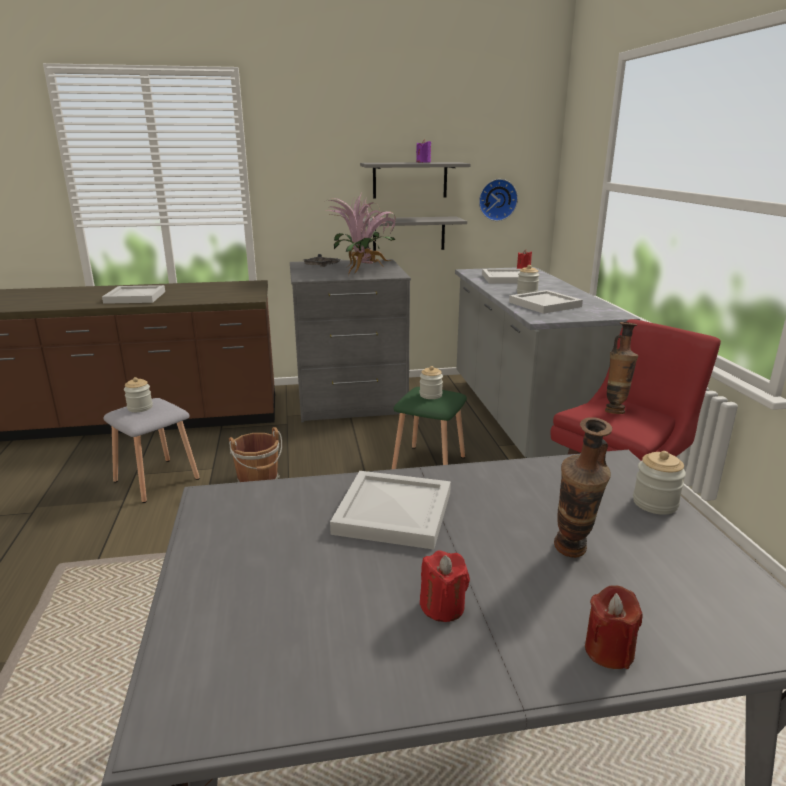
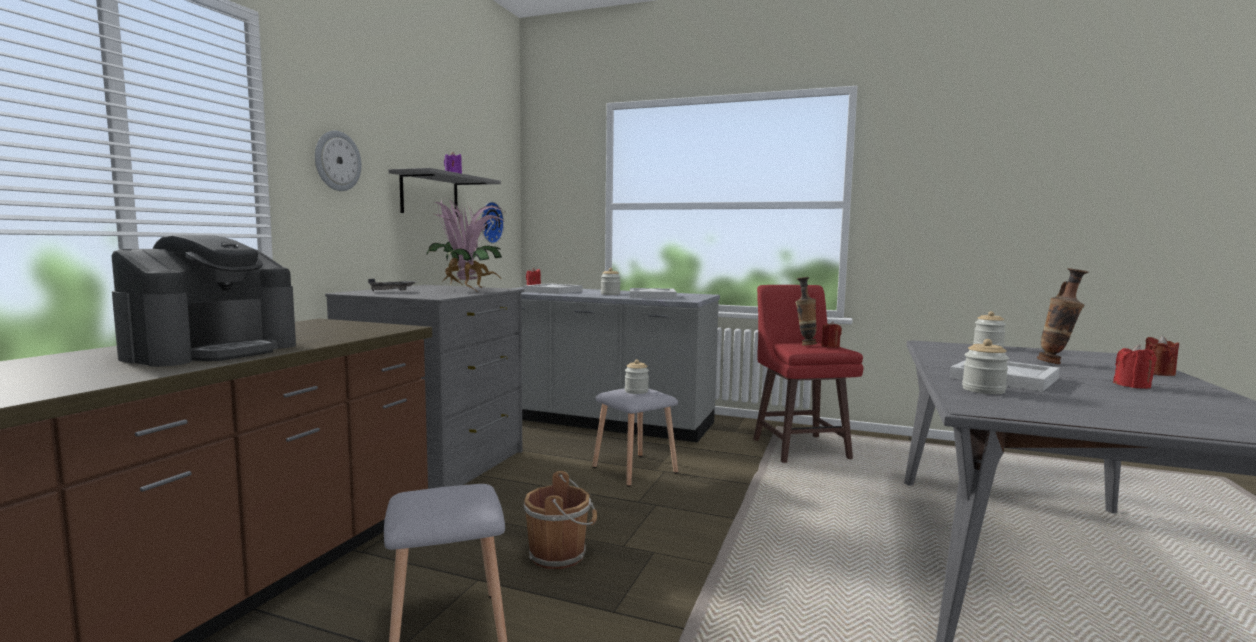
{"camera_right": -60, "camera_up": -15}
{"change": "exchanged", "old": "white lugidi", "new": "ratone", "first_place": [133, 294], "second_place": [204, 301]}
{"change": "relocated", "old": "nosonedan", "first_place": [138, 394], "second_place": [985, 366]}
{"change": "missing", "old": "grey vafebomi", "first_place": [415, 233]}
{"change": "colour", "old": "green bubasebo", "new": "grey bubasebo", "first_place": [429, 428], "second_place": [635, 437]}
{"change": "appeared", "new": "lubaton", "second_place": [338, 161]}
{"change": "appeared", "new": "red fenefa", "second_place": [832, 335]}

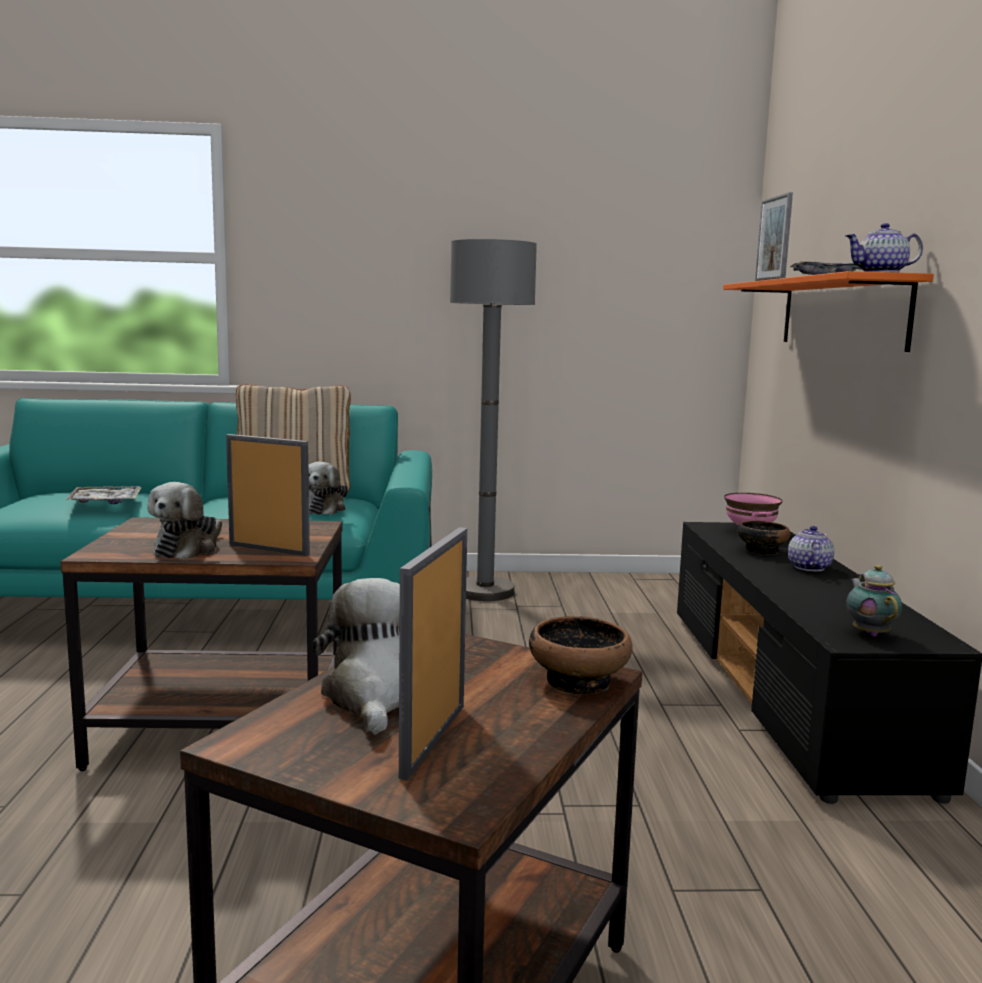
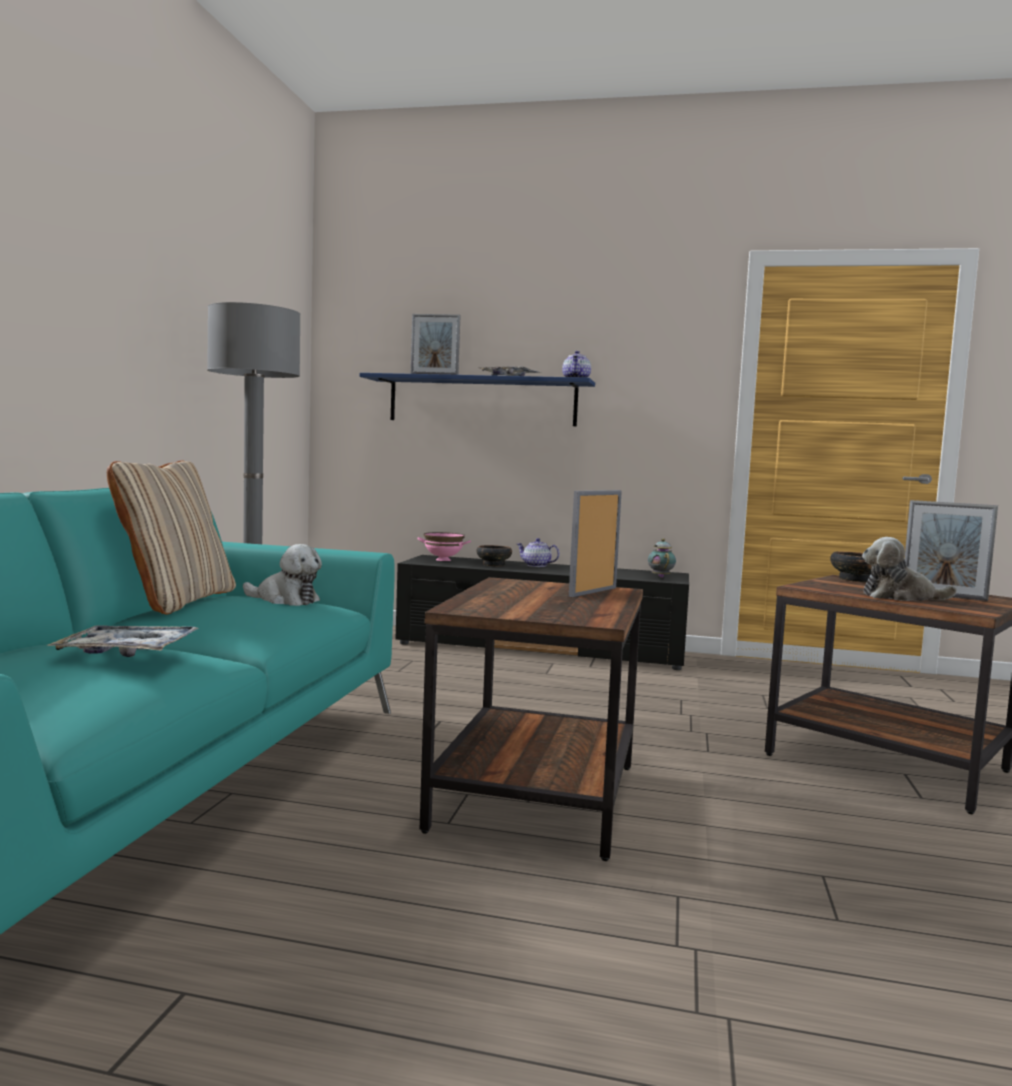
{"camera_right": -75, "camera_up": -5}
{"change": "missing", "old": "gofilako", "first_place": [184, 520]}
{"change": "colour", "old": "orange vafebomi", "new": "blue vafebomi", "first_place": [828, 311], "second_place": [477, 399]}
{"change": "spun", "old": "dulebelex", "first_place": [874, 601], "second_place": [662, 558], "degrees": 75}

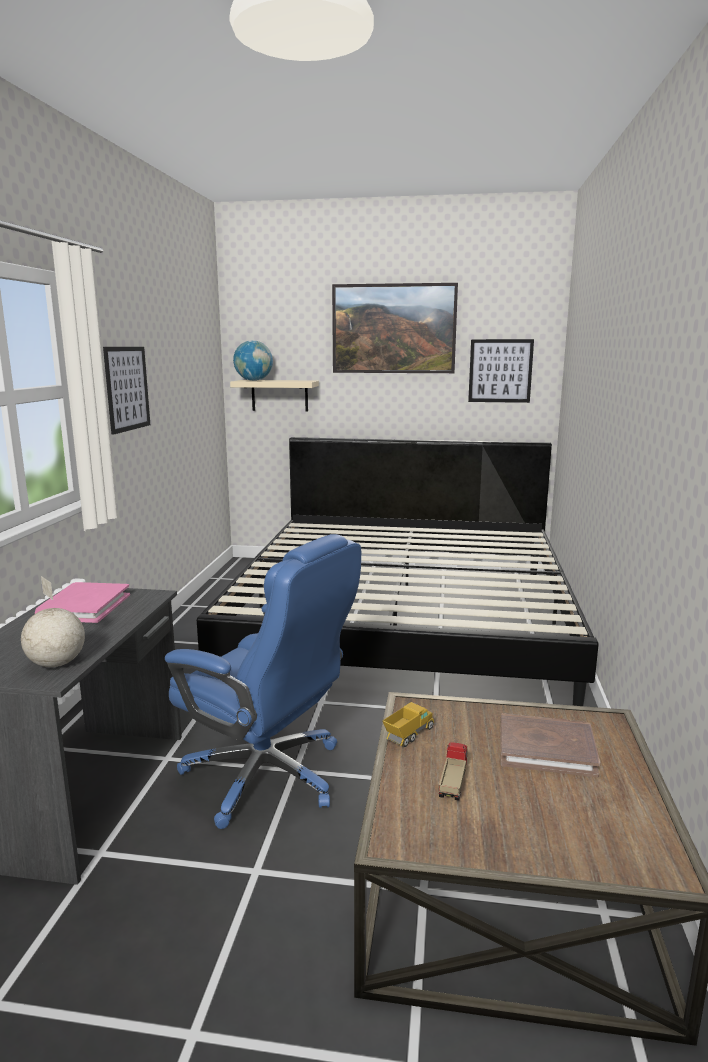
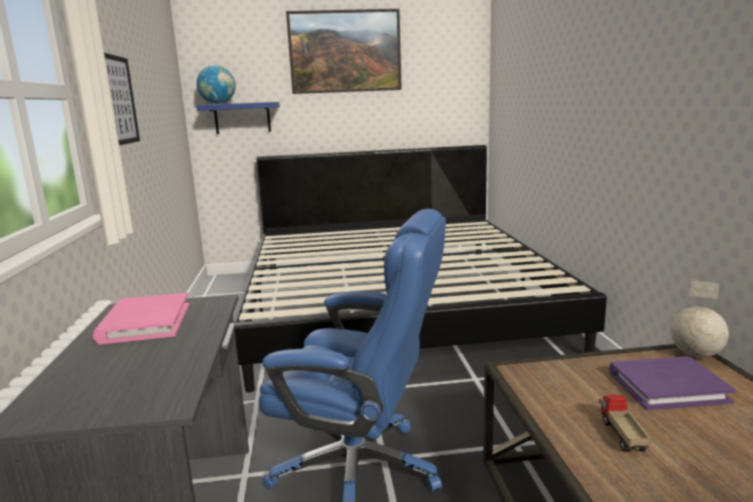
{"camera_right": -15, "camera_up": 0}
{"change": "relocated", "old": "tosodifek", "first_place": [53, 621], "second_place": [699, 318]}
{"change": "colour", "old": "beige vafebomi", "new": "blue vafebomi", "first_place": [274, 395], "second_place": [238, 118]}
{"change": "missing", "old": "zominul", "first_place": [408, 724]}
{"change": "missing", "old": "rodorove", "first_place": [501, 371]}
{"change": "colour", "old": "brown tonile", "new": "purple tonile", "first_place": [550, 745], "second_place": [672, 383]}

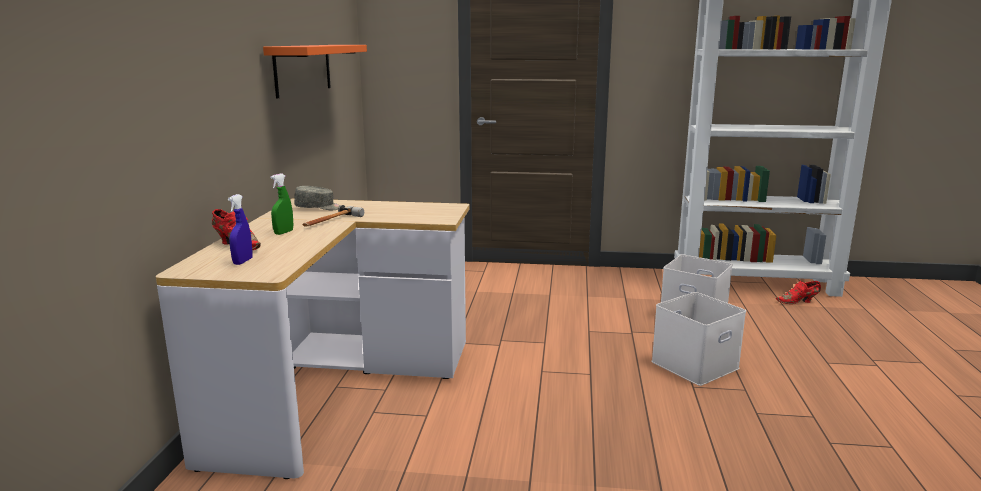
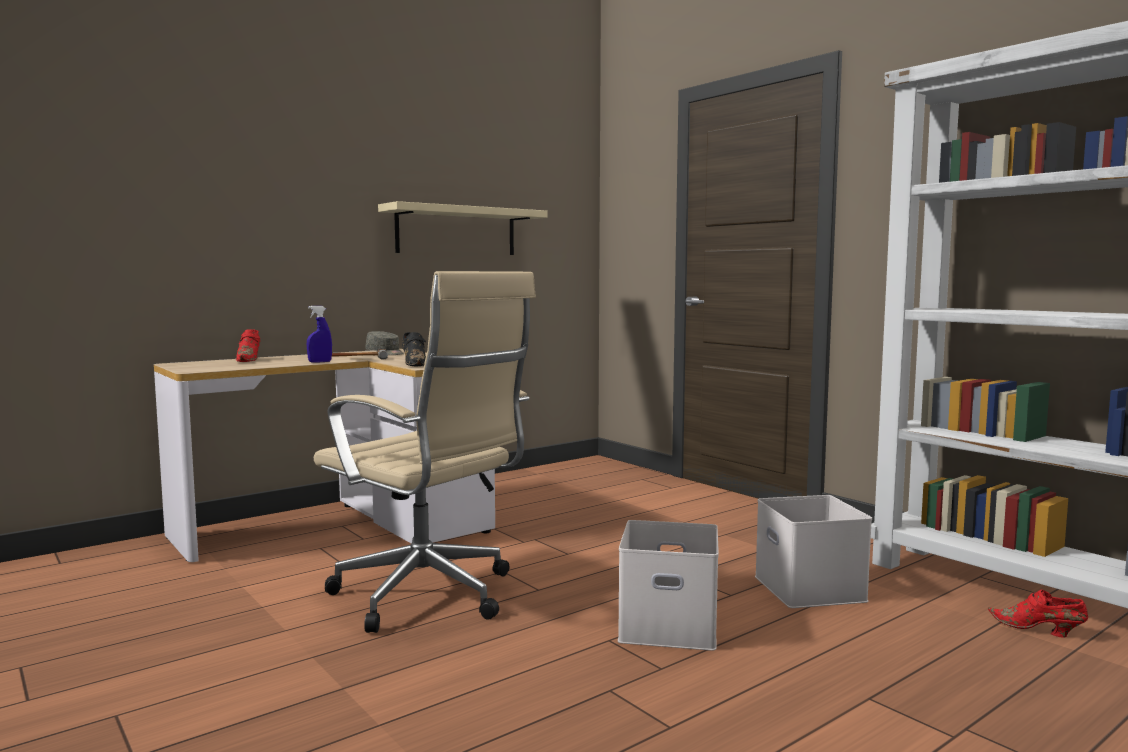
{"camera_right": 45, "camera_up": -10}
{"change": "relocated", "old": "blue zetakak", "first_place": [240, 229], "second_place": [319, 334]}
{"change": "colour", "old": "orange vafebomi", "new": "beige vafebomi", "first_place": [315, 72], "second_place": [463, 228]}
{"change": "missing", "old": "green zetakak", "first_place": [281, 204]}
{"change": "appeared", "new": "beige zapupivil", "second_place": [425, 452]}
{"change": "appeared", "new": "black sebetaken", "second_place": [414, 349]}

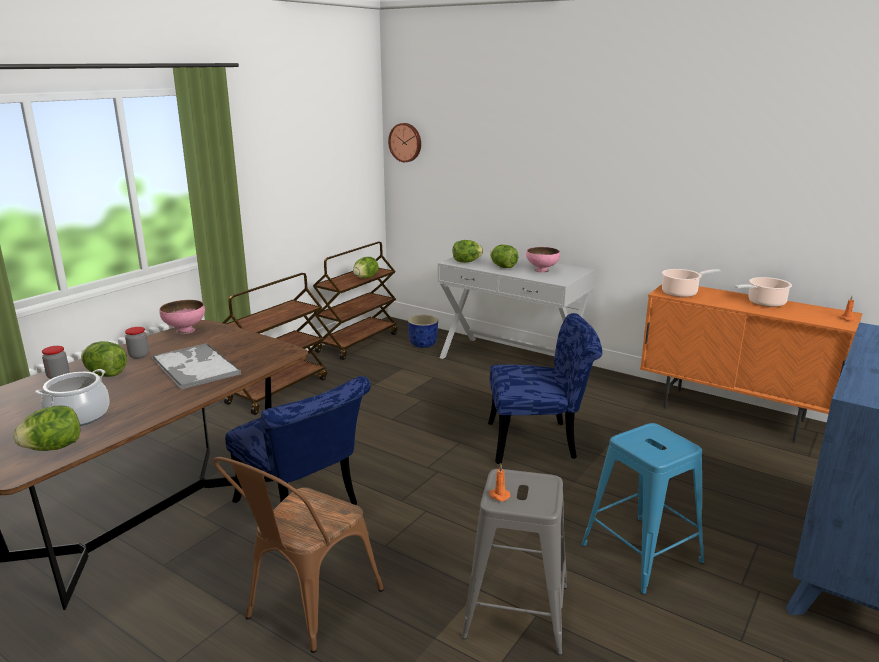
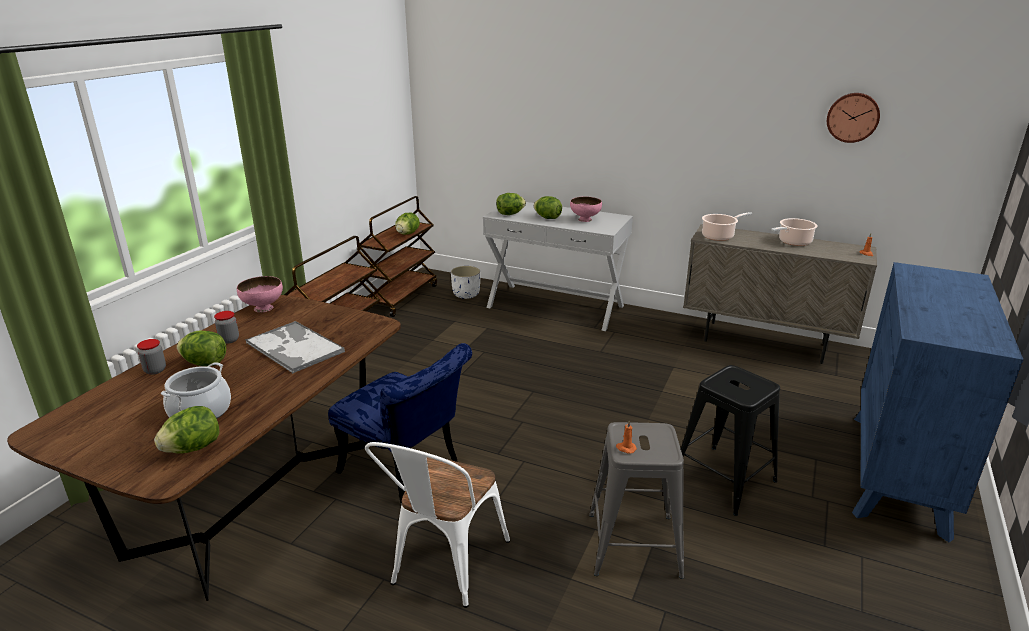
{"camera_right": -10, "camera_up": 5}
{"change": "colour", "old": "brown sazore", "new": "white sazore", "first_place": [298, 555], "second_place": [437, 525]}
{"change": "relocated", "old": "lubaton", "first_place": [404, 142], "second_place": [853, 118]}
{"change": "colour", "old": "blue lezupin", "new": "white lezupin", "first_place": [423, 331], "second_place": [465, 282]}
{"change": "missing", "old": "blue sazore", "first_place": [545, 388]}
{"change": "colour", "old": "blue bubasebo", "new": "black bubasebo", "first_place": [642, 508], "second_place": [730, 440]}
{"change": "colour", "old": "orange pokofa", "new": "beige pokofa", "first_place": [751, 363], "second_place": [780, 294]}

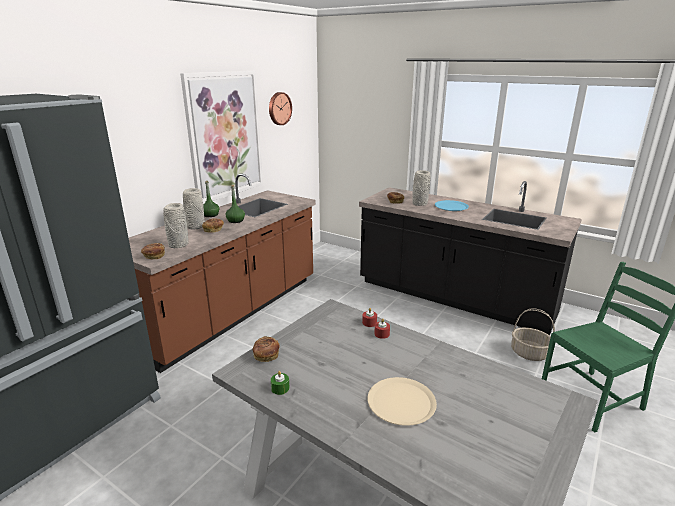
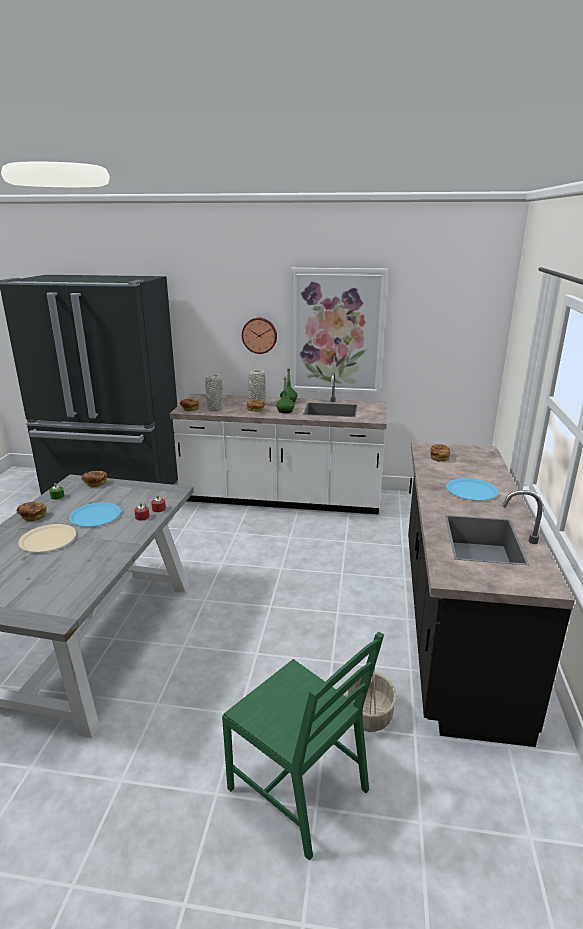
{"camera_right": 65, "camera_up": 0}
{"change": "colour", "old": "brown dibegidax", "new": "white dibegidax", "first_place": [222, 273], "second_place": [278, 443]}
{"change": "relocated", "old": "lubaton", "first_place": [280, 108], "second_place": [259, 336]}
{"change": "missing", "old": "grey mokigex", "first_place": [421, 188]}
{"change": "appeared", "new": "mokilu", "second_place": [32, 512]}
{"change": "appeared", "new": "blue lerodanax", "second_place": [95, 514]}

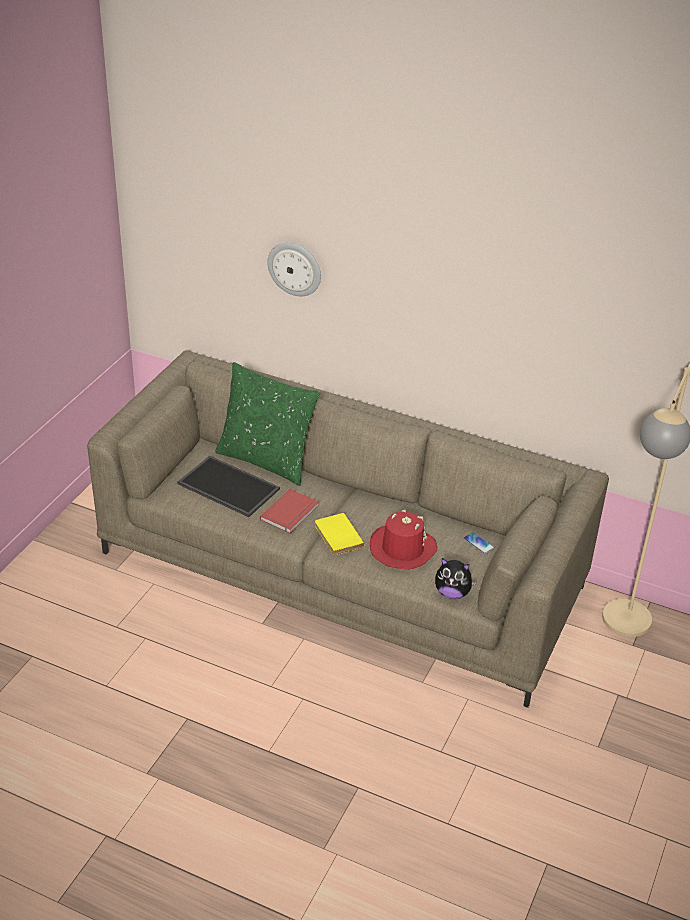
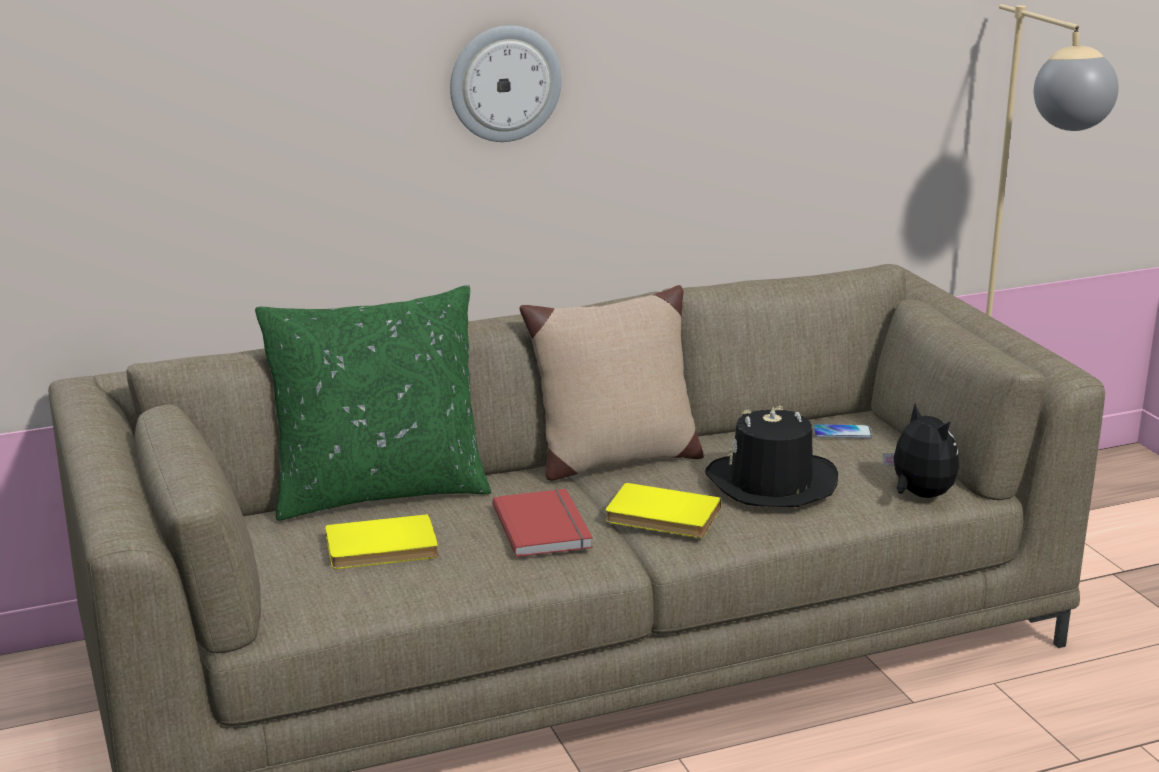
{"camera_right": -45, "camera_up": -15}
{"change": "exchanged", "old": "lugidi", "new": "yellow tonile", "first_place": [228, 486], "second_place": [382, 541]}
{"change": "relocated", "old": "lubaton", "first_place": [294, 269], "second_place": [506, 83]}
{"change": "colour", "old": "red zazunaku", "new": "black zazunaku", "first_place": [403, 540], "second_place": [771, 456]}
{"change": "spun", "old": "gofilako", "first_place": [456, 578], "second_place": [921, 450], "degrees": -90}
{"change": "appeared", "new": "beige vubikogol", "second_place": [611, 383]}

